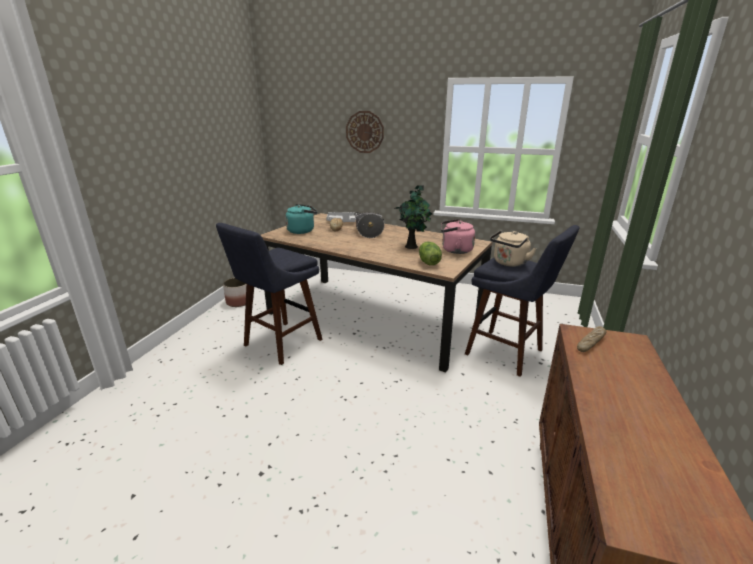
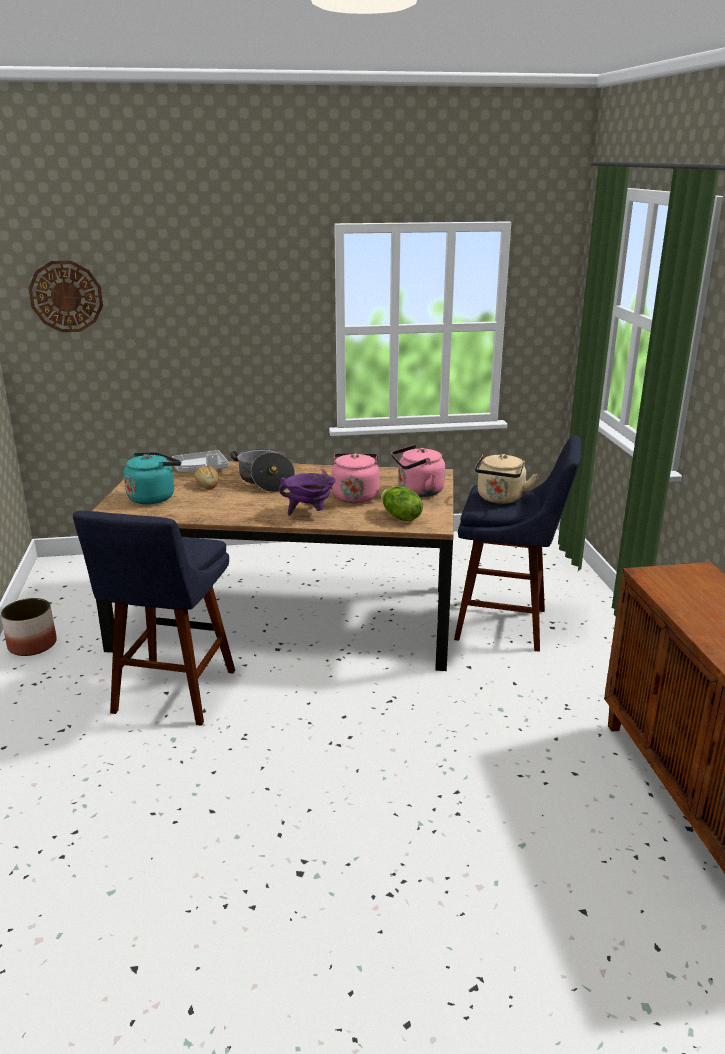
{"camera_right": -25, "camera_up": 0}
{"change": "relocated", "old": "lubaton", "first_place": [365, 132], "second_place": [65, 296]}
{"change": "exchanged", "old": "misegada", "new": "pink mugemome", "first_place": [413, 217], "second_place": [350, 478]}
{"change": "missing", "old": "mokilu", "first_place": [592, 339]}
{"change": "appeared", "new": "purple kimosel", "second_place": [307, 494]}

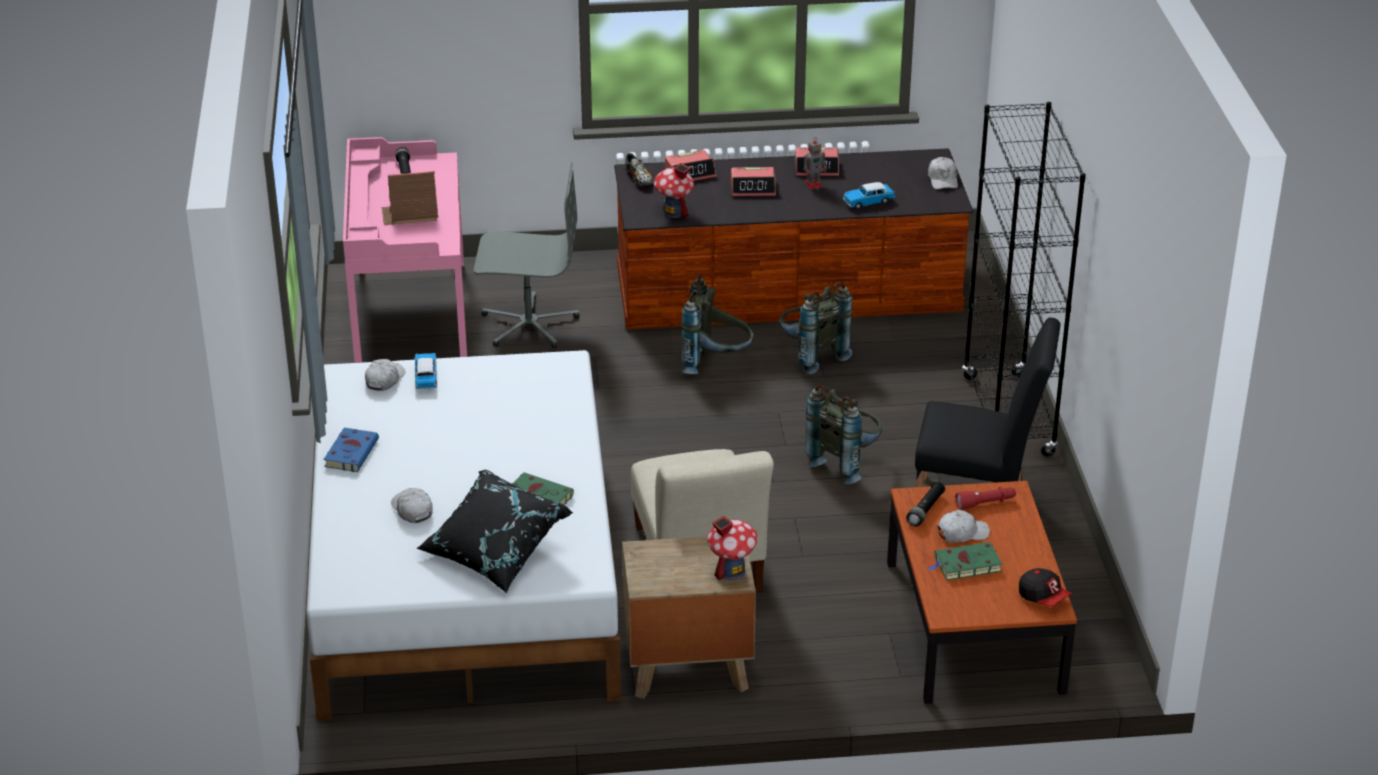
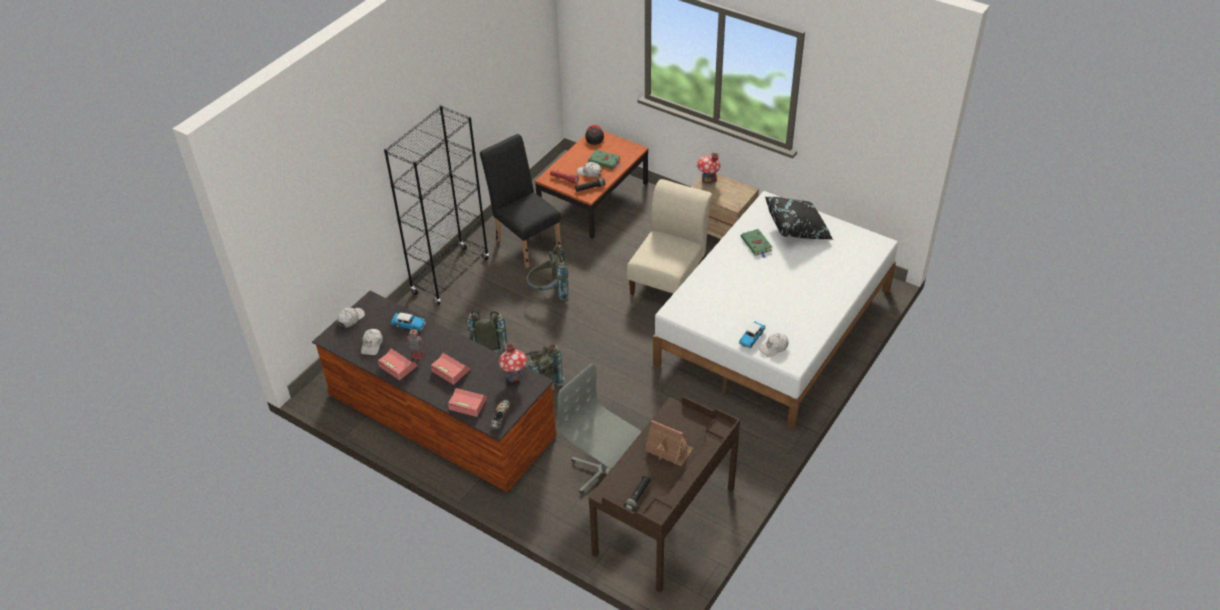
{"camera_right": -140, "camera_up": 10}
{"change": "missing", "old": "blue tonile", "first_place": [351, 450]}
{"change": "colour", "old": "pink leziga", "new": "brown leziga", "first_place": [405, 250], "second_place": [664, 494]}
{"change": "relocated", "old": "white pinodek", "first_place": [411, 505], "second_place": [372, 342]}

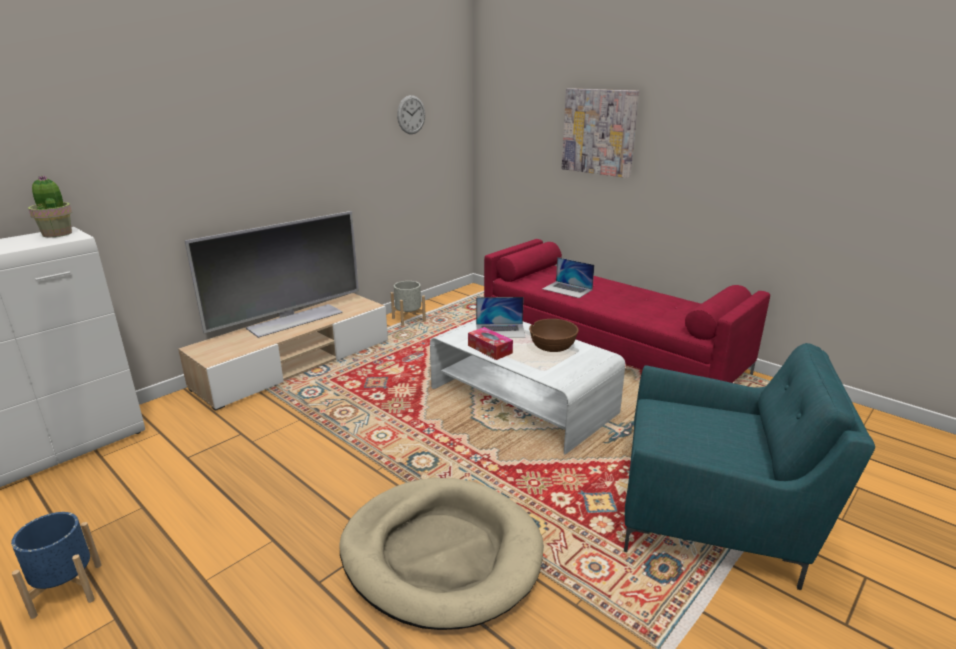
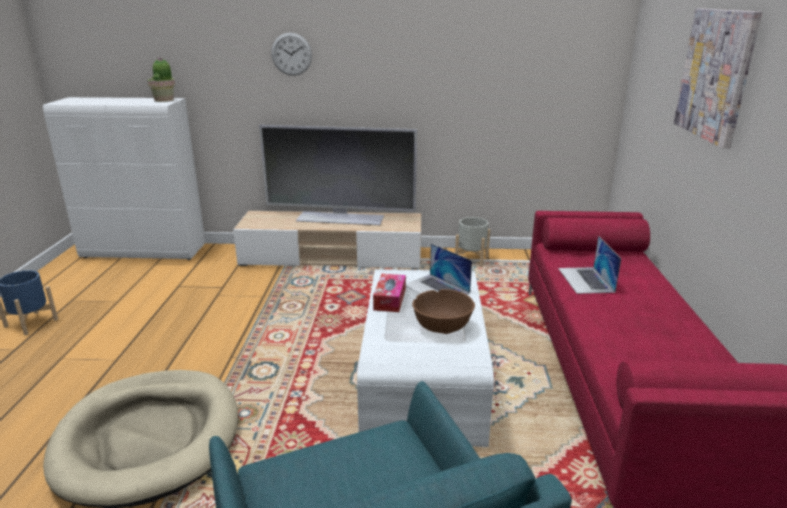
{"camera_right": 50, "camera_up": 0}
{"change": "relocated", "old": "lubaton", "first_place": [411, 114], "second_place": [291, 54]}

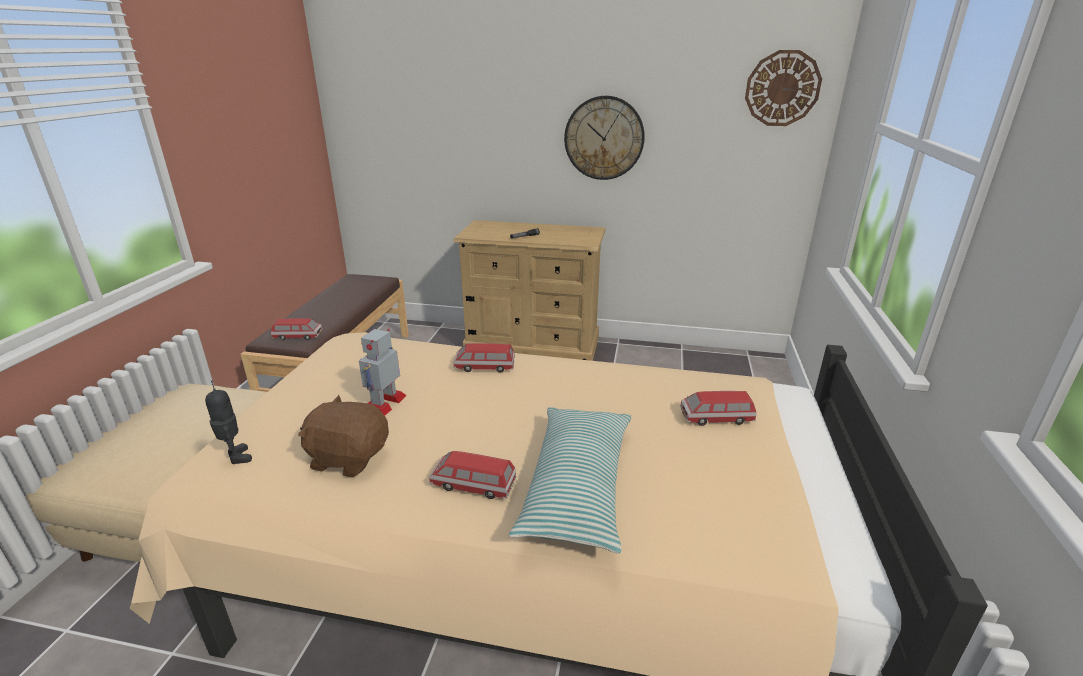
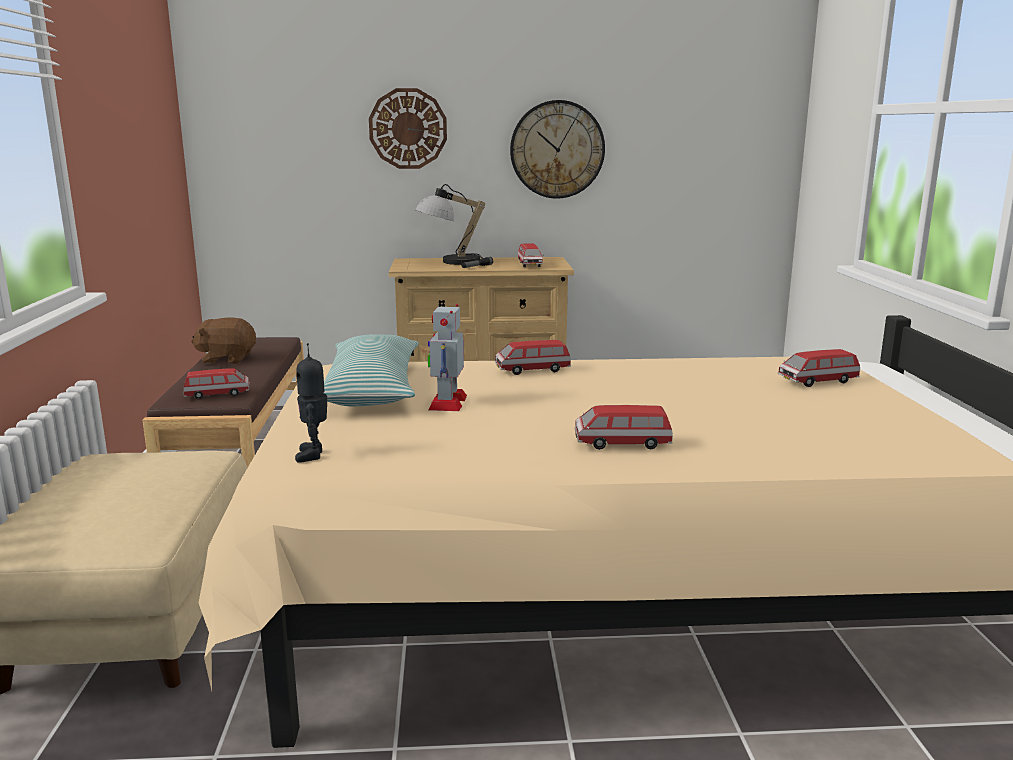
{"camera_right": -15, "camera_up": -10}
{"change": "spun", "old": "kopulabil", "first_place": [228, 422], "second_place": [311, 403], "degrees": -135}
{"change": "relocated", "old": "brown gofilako", "first_place": [343, 436], "second_place": [223, 340]}
{"change": "relocated", "old": "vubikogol", "first_place": [570, 480], "second_place": [371, 370]}
{"change": "relocated", "old": "lubaton", "first_place": [783, 88], "second_place": [408, 128]}
{"change": "appeared", "new": "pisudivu", "second_place": [450, 224]}
{"change": "appeared", "new": "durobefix", "second_place": [531, 255]}

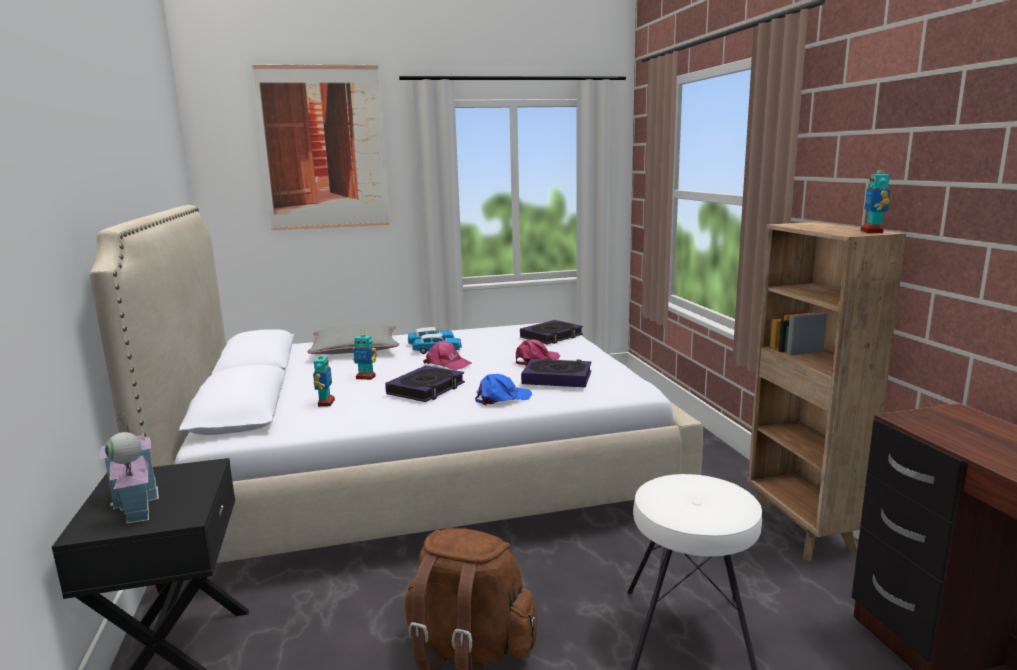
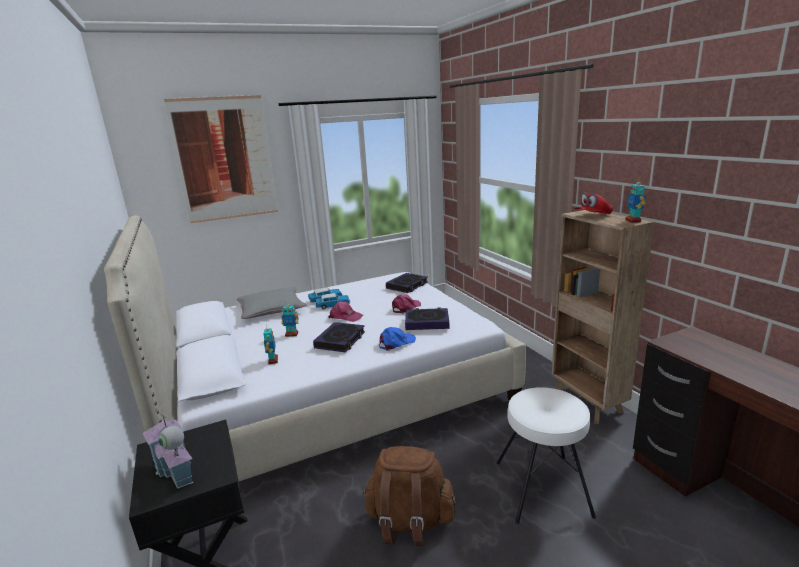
{"camera_right": -10, "camera_up": 5}
{"change": "appeared", "new": "red pinodek", "second_place": [593, 203]}

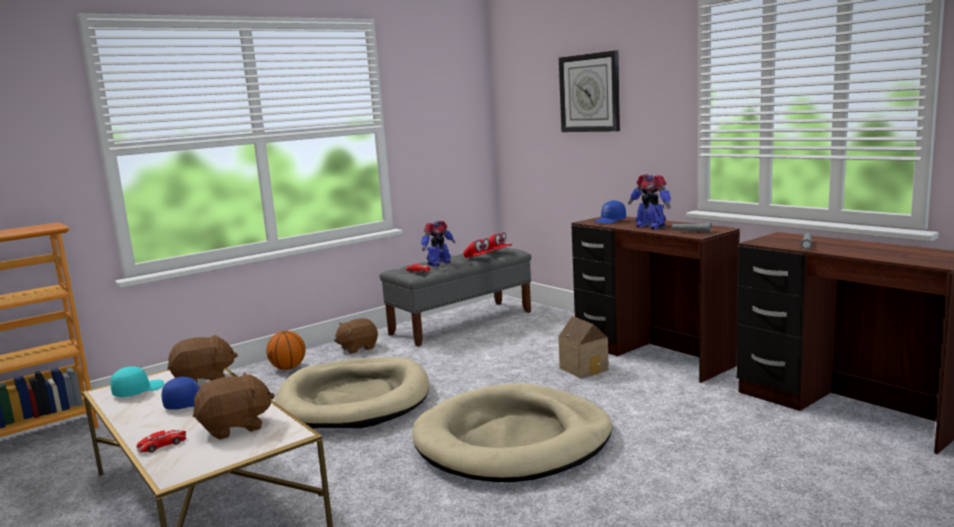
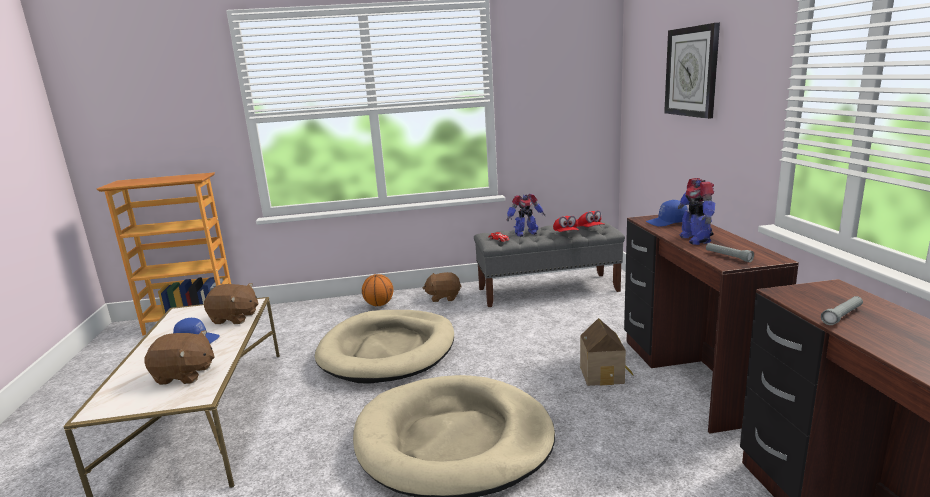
{"camera_right": 30, "camera_up": 5}
{"change": "missing", "old": "turquoise pinodek", "first_place": [137, 381]}
{"change": "missing", "old": "durobefix", "first_place": [161, 441]}

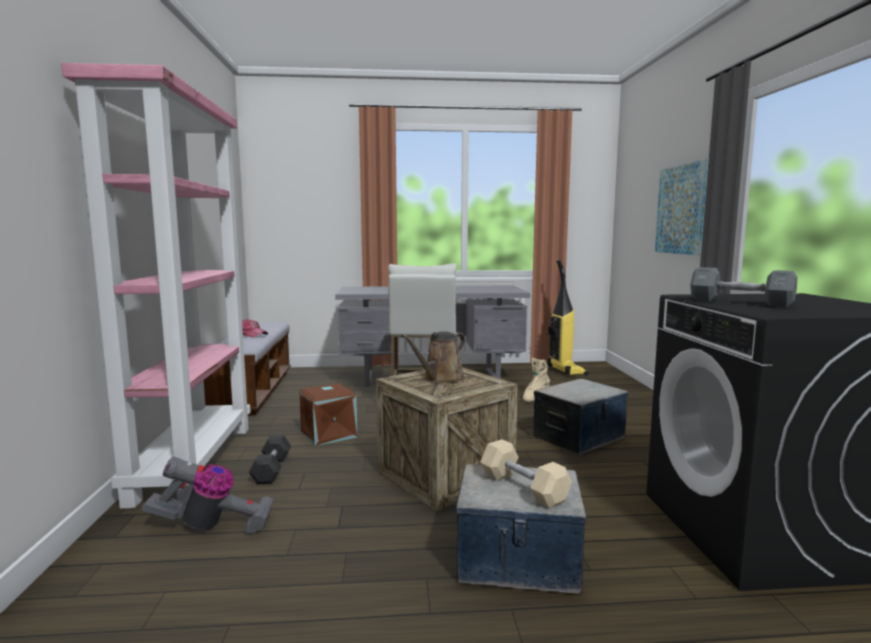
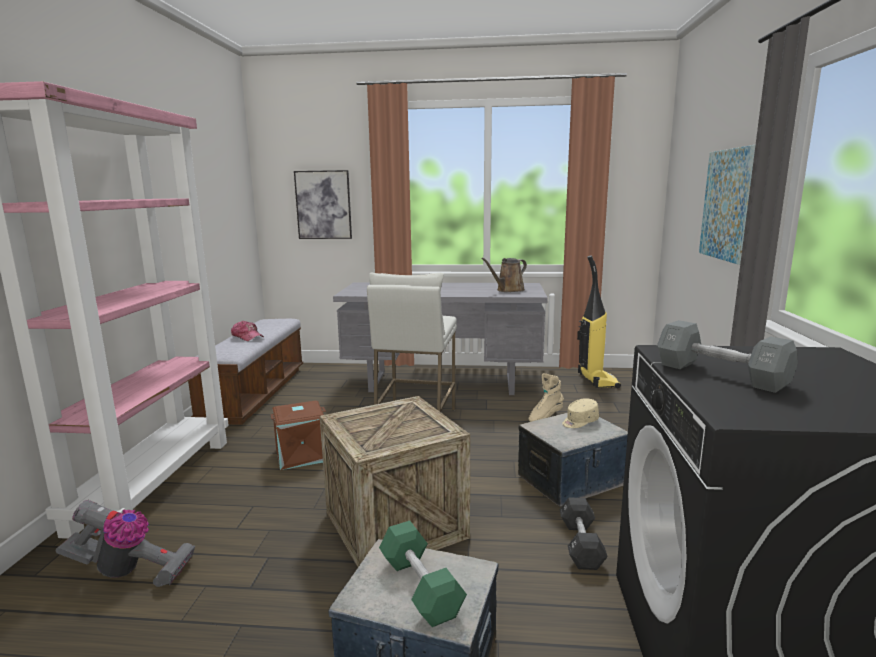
{"camera_right": 10, "camera_up": 5}
{"change": "relocated", "old": "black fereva", "first_place": [270, 459], "second_place": [584, 533]}
{"change": "relocated", "old": "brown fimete", "first_place": [433, 357], "second_place": [504, 275]}
{"change": "colour", "old": "beige fereva", "new": "green fereva", "first_place": [526, 474], "second_place": [423, 574]}
{"change": "appeared", "new": "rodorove", "second_place": [323, 204]}
{"change": "appeared", "new": "beige pinodek", "second_place": [580, 413]}

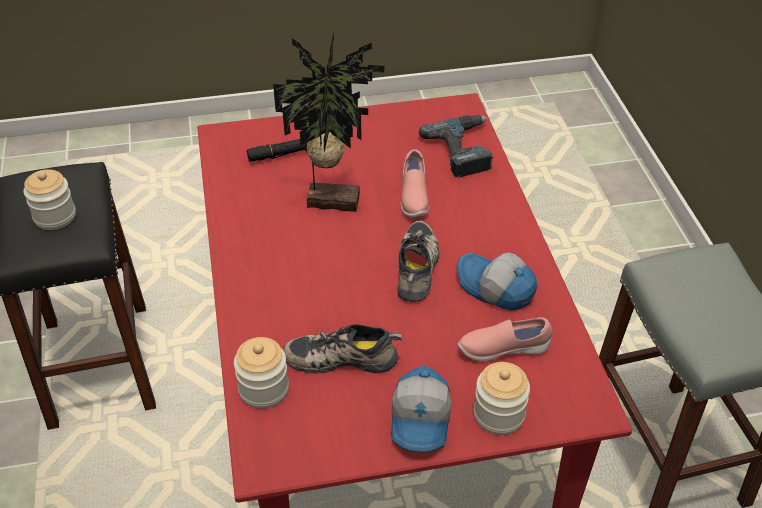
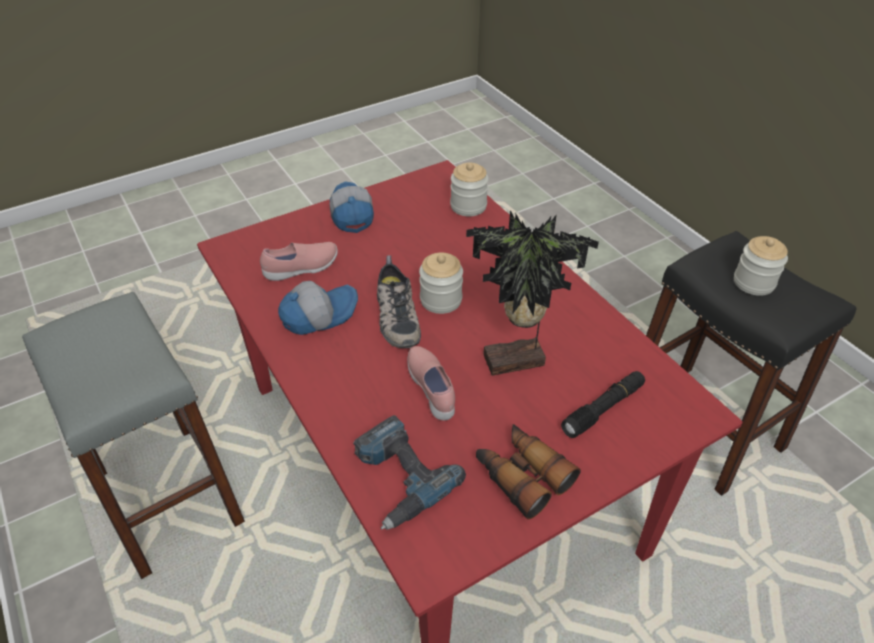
{"camera_right": 160, "camera_up": 0}
{"change": "missing", "old": "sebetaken", "first_place": [342, 348]}
{"change": "spun", "old": "pinodek", "first_place": [497, 281], "second_place": [318, 308], "degrees": -45}
{"change": "relocated", "old": "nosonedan", "first_place": [502, 398], "second_place": [441, 283]}
{"change": "appeared", "new": "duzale", "second_place": [528, 472]}

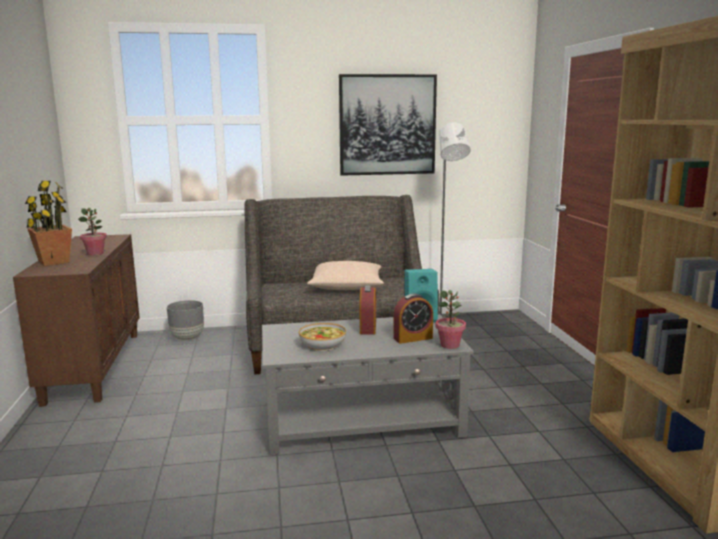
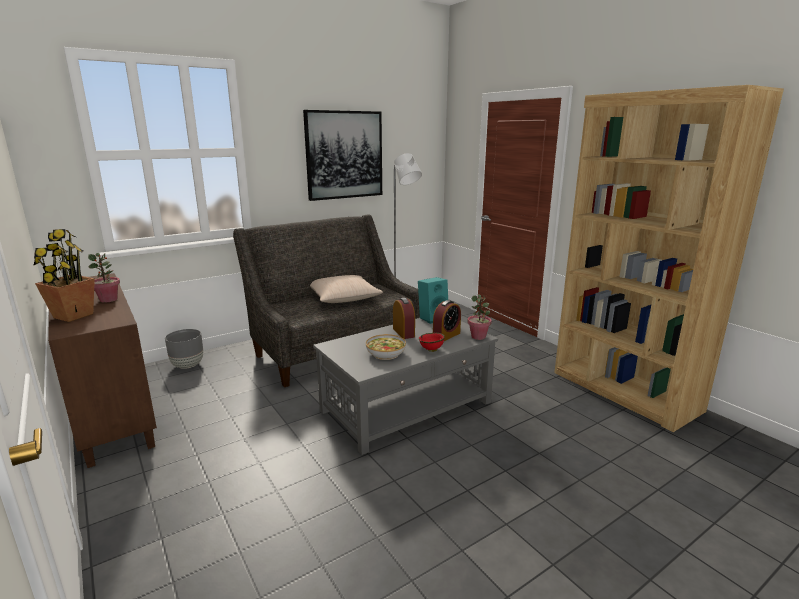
{"camera_right": -25, "camera_up": 5}
{"change": "appeared", "new": "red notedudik", "second_place": [431, 342]}

